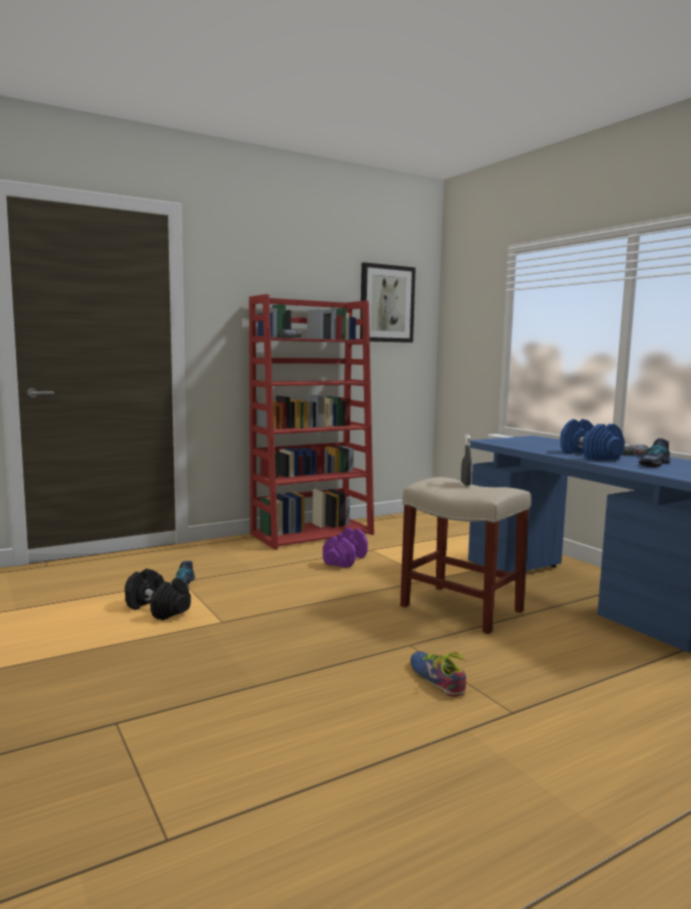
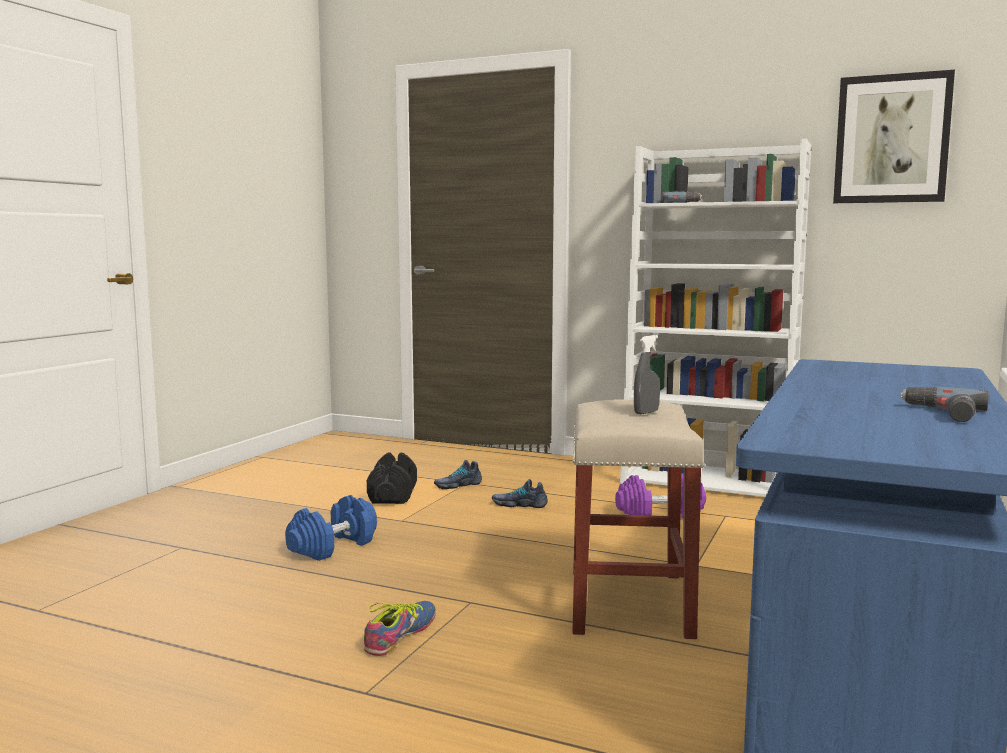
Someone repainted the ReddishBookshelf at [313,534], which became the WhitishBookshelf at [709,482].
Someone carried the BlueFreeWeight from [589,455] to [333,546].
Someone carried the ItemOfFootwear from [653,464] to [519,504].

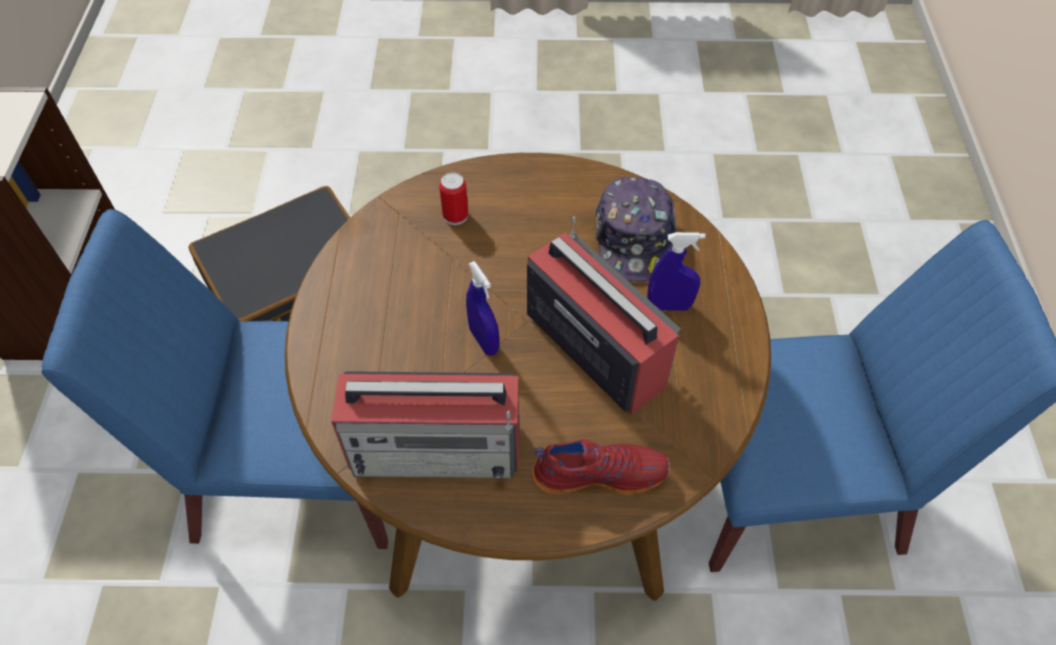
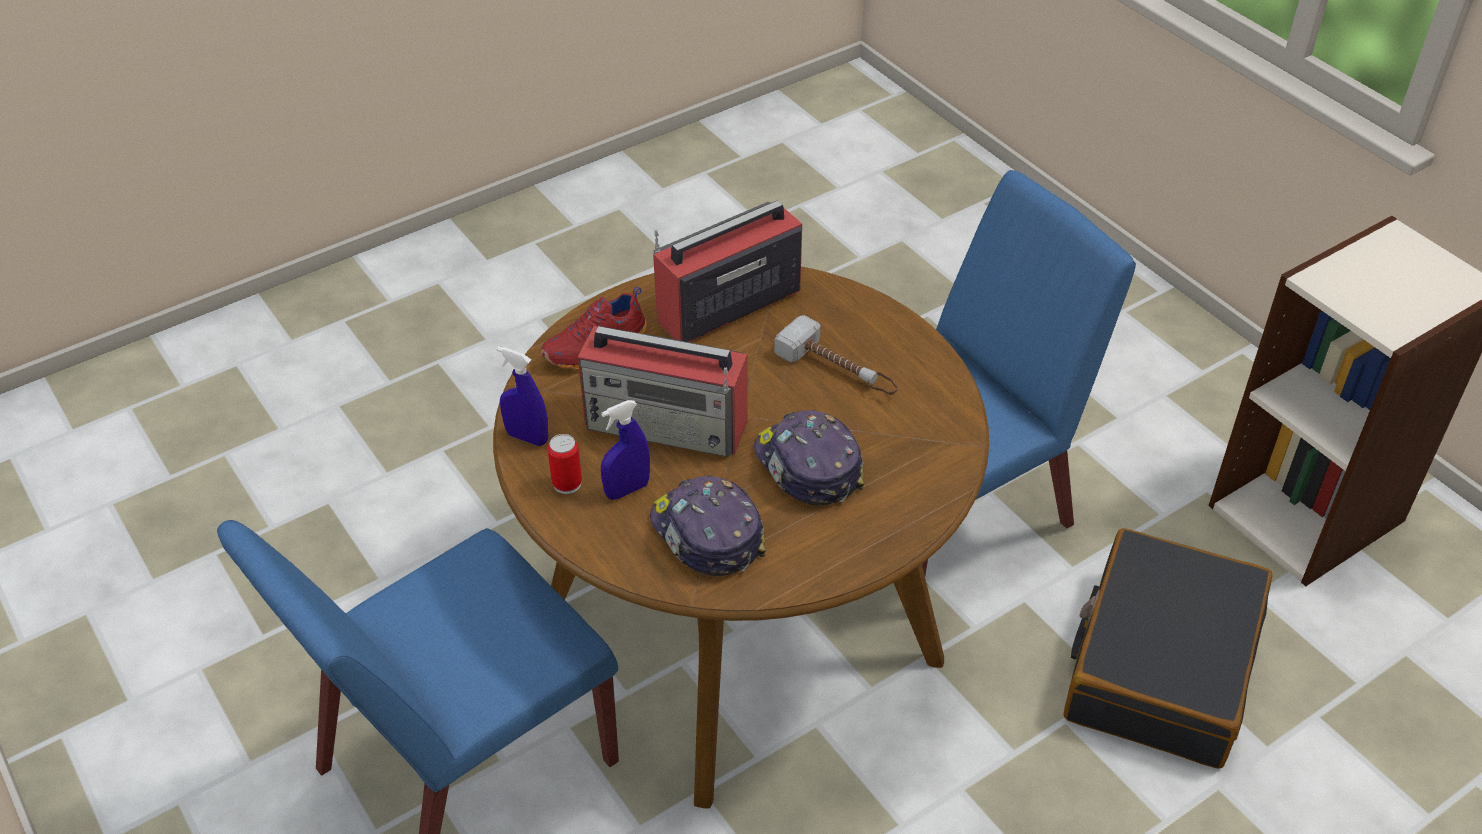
Someone carried the SealedCan from [455,216] to [567,483].
Someone carried the BlueHandSprayer from [484,340] to [527,437].
Someone put down the HandHammer at [839,370].
Someone put down the BaseballCap at [807,467].

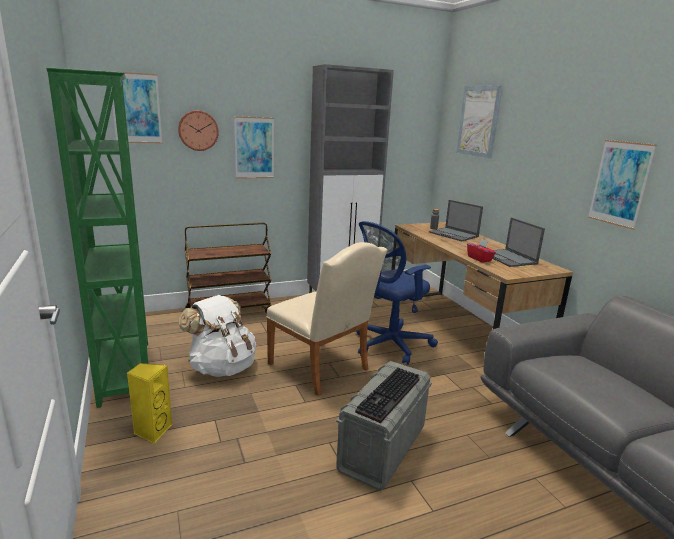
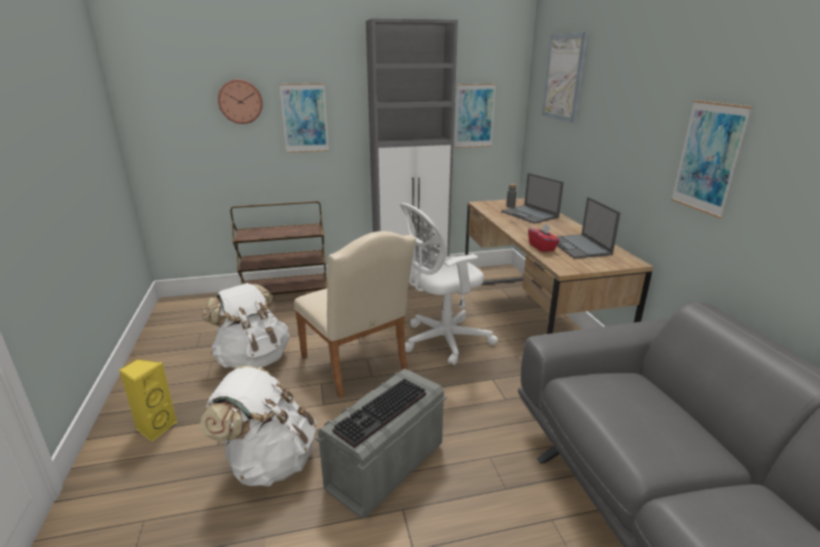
Someone took away the GreenishBookshelf at [126,371].
Someone carried the WallPicture from [136,108] to [474,116].
Someone repainted the BlueOfficeChair at [389,345], which became the WhitishOfficeChair at [442,341].
Someone put down the WhitishKnapsack at [269,461].

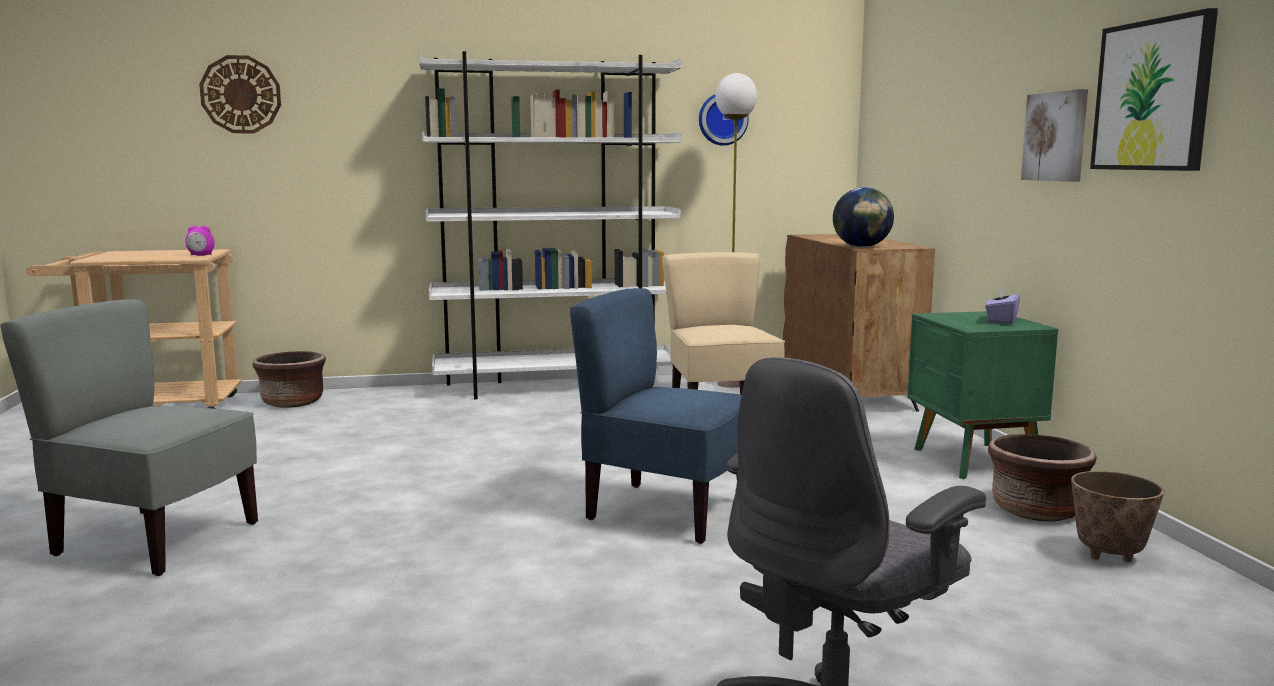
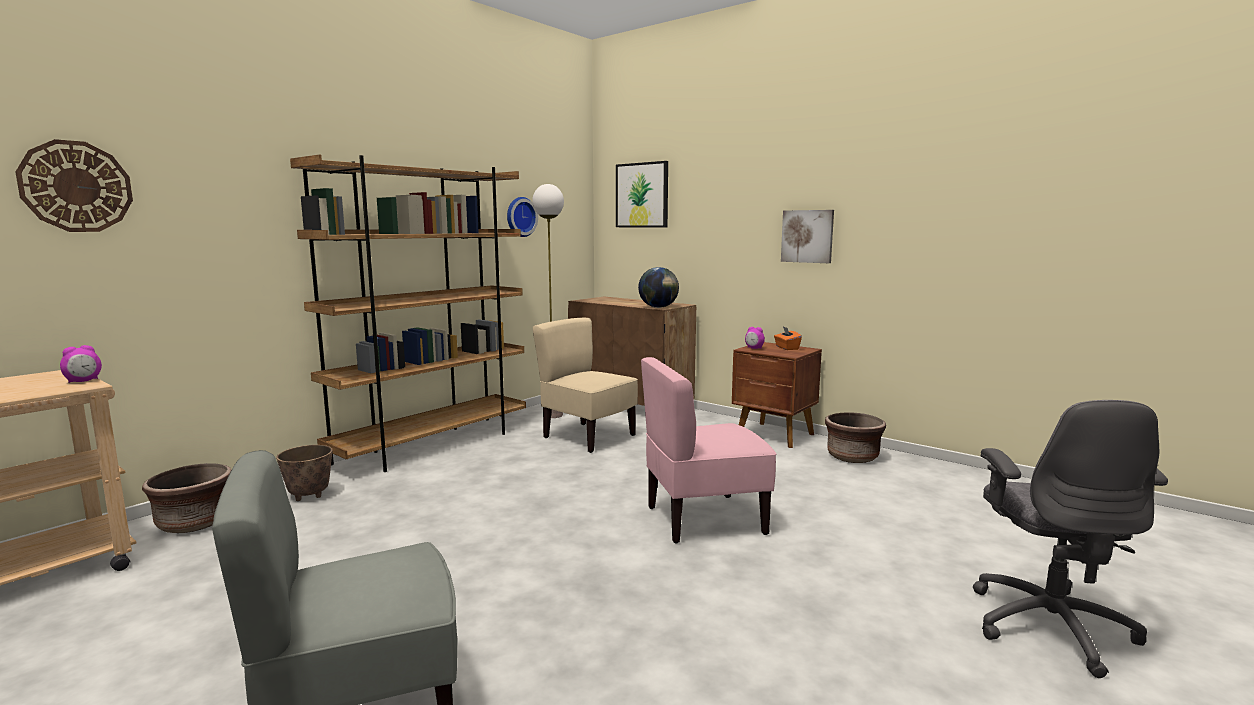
Someone carried the WallPicture from [1152,95] to [642,195].
Someone repainted the WhitishBookshelf at [556,387], which became the BrownishBookshelf at [433,445].
Someone repainted the PurpleBoxOfTissues at [1001,321], which became the OrangeColouredBoxOfTissues at [786,348].
Someone repainted the BluePlainChair at [666,511], which became the PinkColouredPlainChair at [704,519].
Someone repainted the GreenishBedsideTable at [974,461], which became the BrownishBedsideTable at [775,435].
Someone carried the PlantPot from [1109,556] to [309,496].
Someone put down the AlarmClock at [754,348].

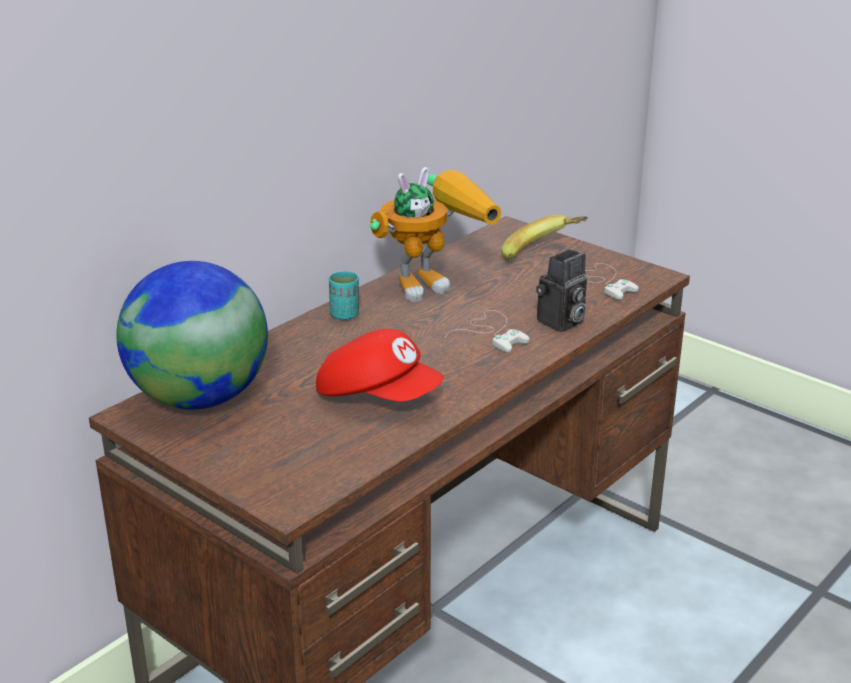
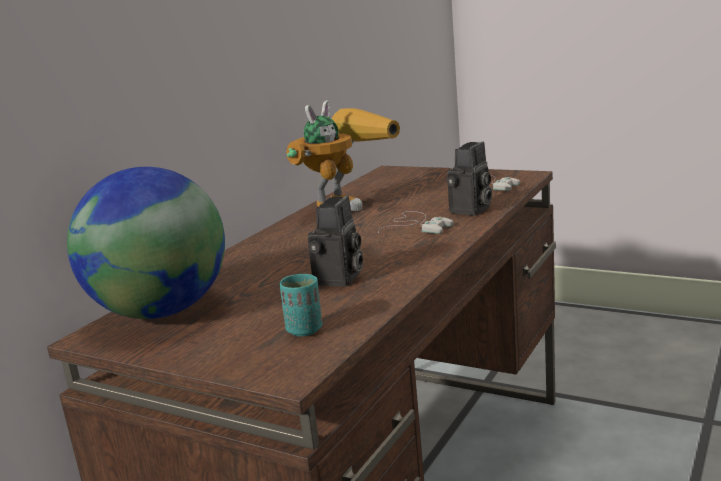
Someone took away the Banana at [543,255].
Someone carried the TurquoiseDrinkingCup from [344,315] to [304,330].
Someone swapped the ReddishBaseballCap at [378,396] for the StillCamera at [339,280].

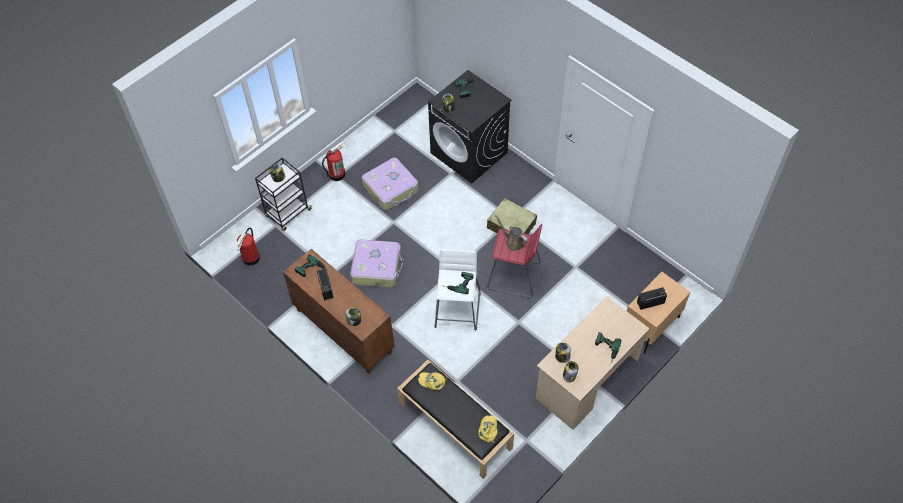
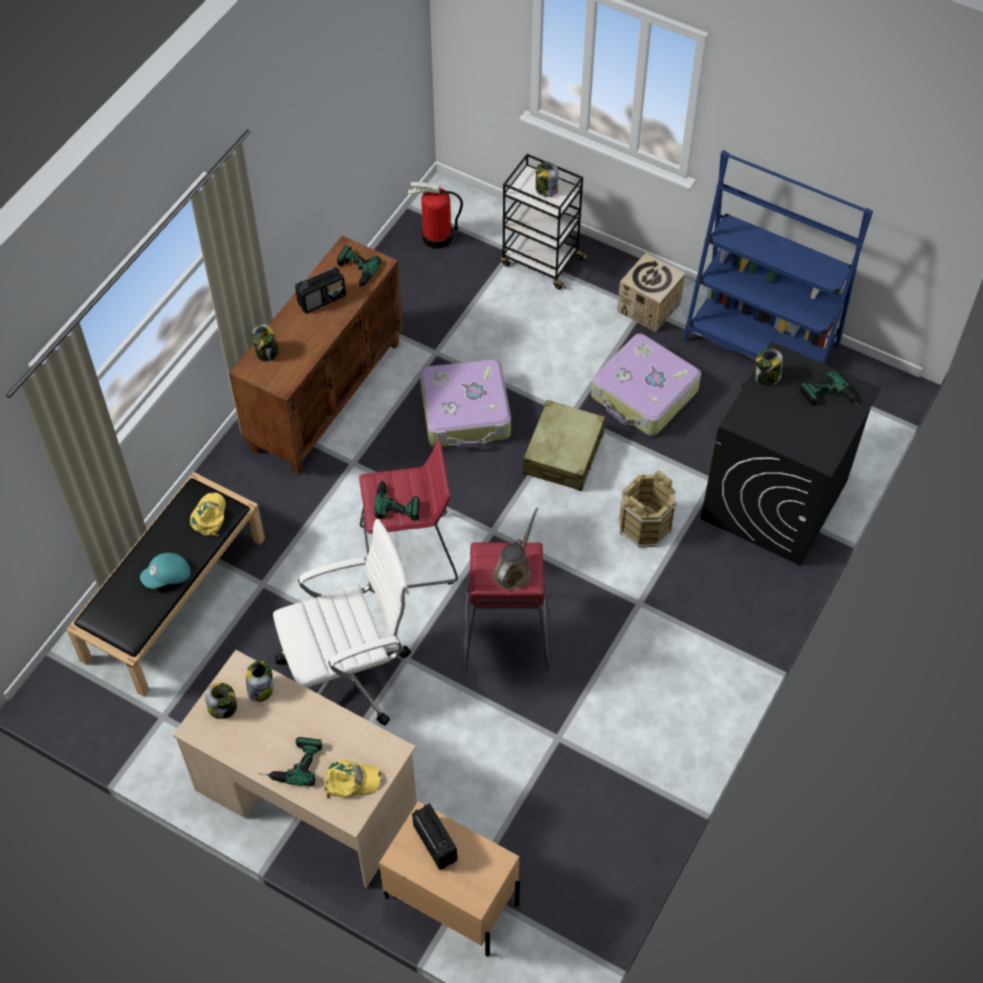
Someone swapped the Extinguisher at [337,174] for the PackingBox at [649,307].
Someone carried the SandColouredSuitcase from [511,226] to [563,454].
Someone repainted the WhitishStool at [457,309], which became the ReddishStool at [409,554].
Someone carried the YellowColouredBaseballCap from [488,429] to [351,781].
Someone put down the BlueBookshelf at [761,343].
Someone put down the BrownishBucket at [645,526].
Someone put down the WhitishOfficeChair at [349,674].
Someone put down the TurquoiseBaseballCap at [167,577].

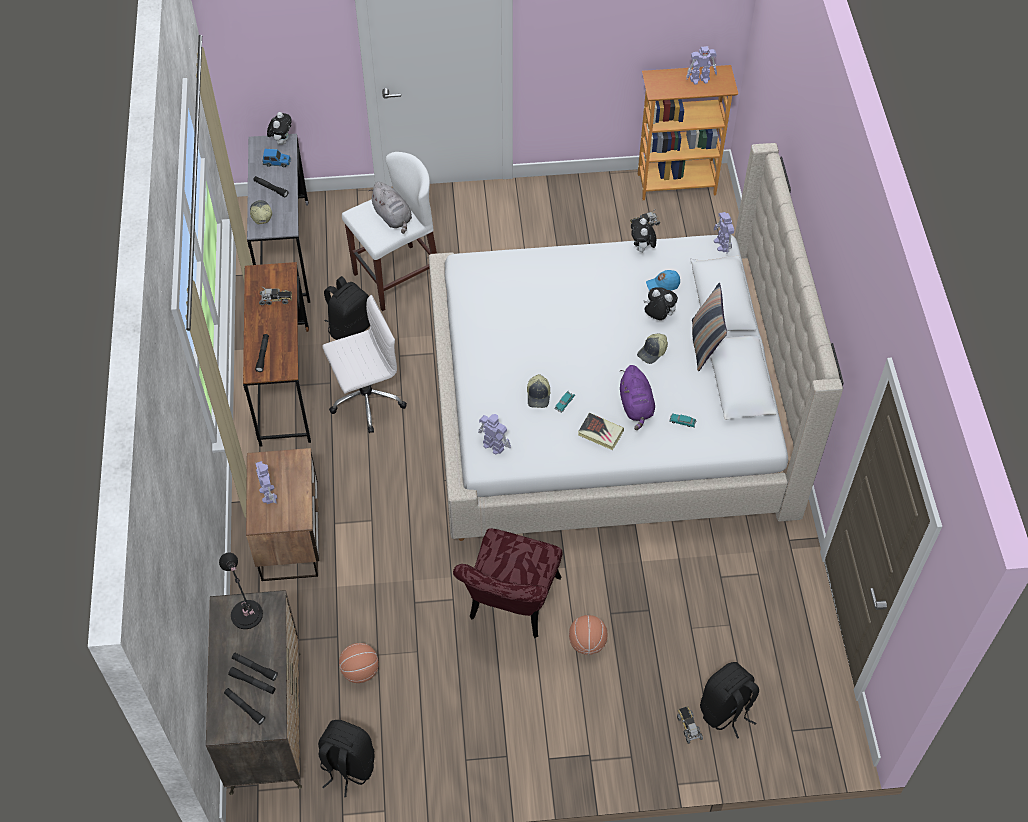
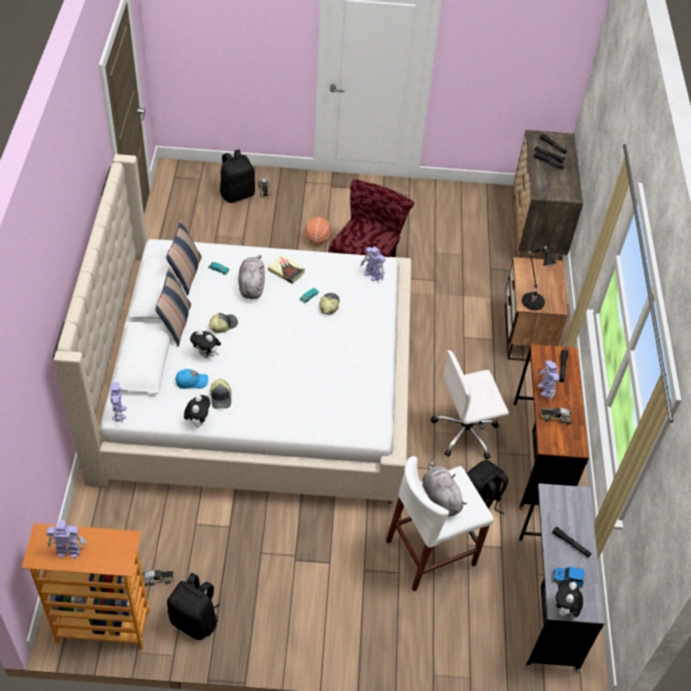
Someone carried the BaseballCap from [260,214] to [221,398].
Someone repainted the PurplePlushToy at [636,406], which became the GreyishPlushToy at [251,286].
Someone carried the ToyRobot from [268,493] to [545,390].
Someone carried the BlackishTabletopLamp from [247,617] to [532,300].
Someone took away the BasketballBall at [360,671].
Someone carried the BlackishKnapsack from [347,766] to [195,620].
Someone put down the ThrowPillow at [186,275].

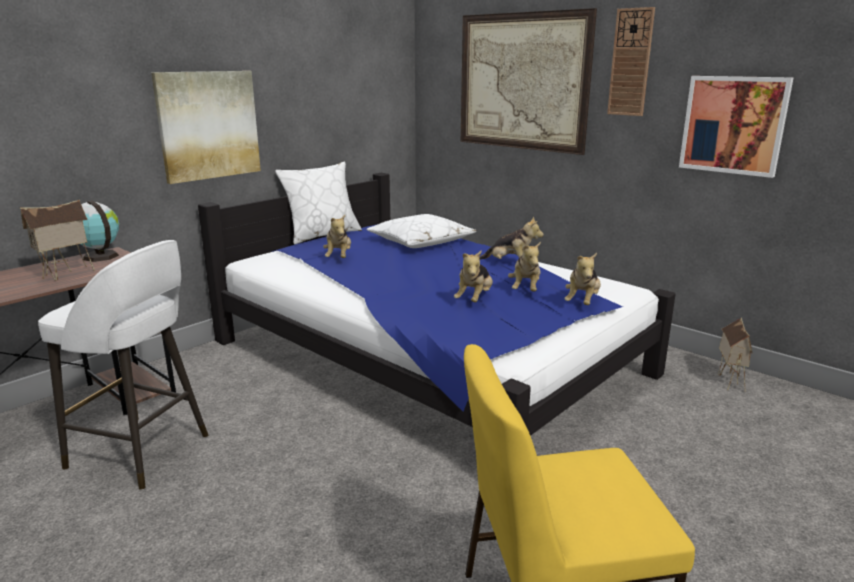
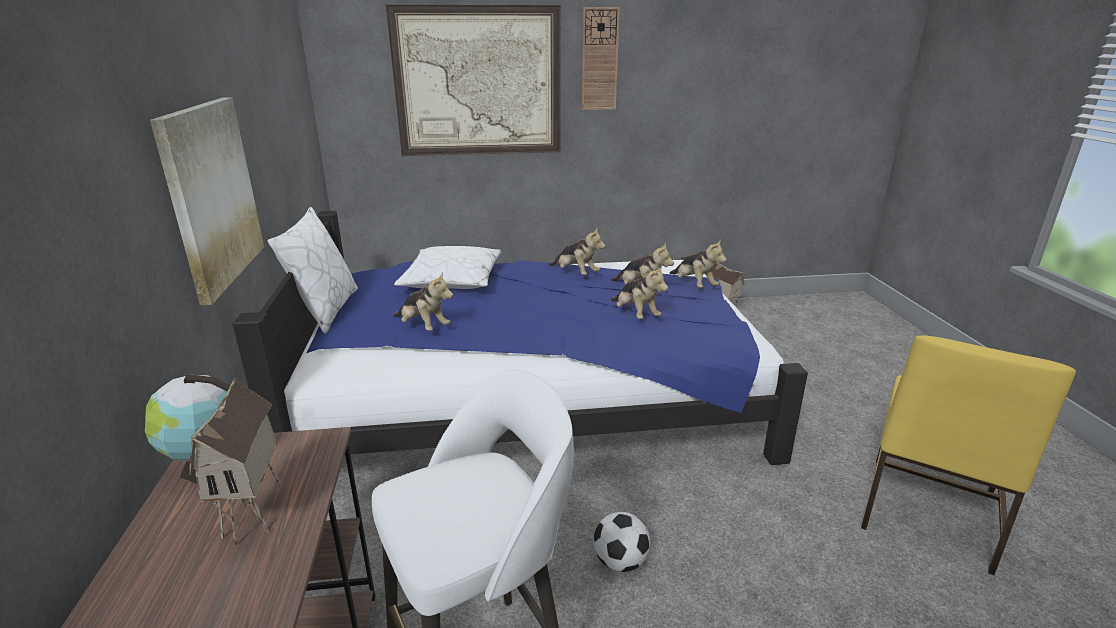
Someone took away the WallPicture at [733,125].
Someone rotated the PlushToy at [510,264] by 60 degrees clockwise.
Someone put down the BallForFootball at [620,562].

